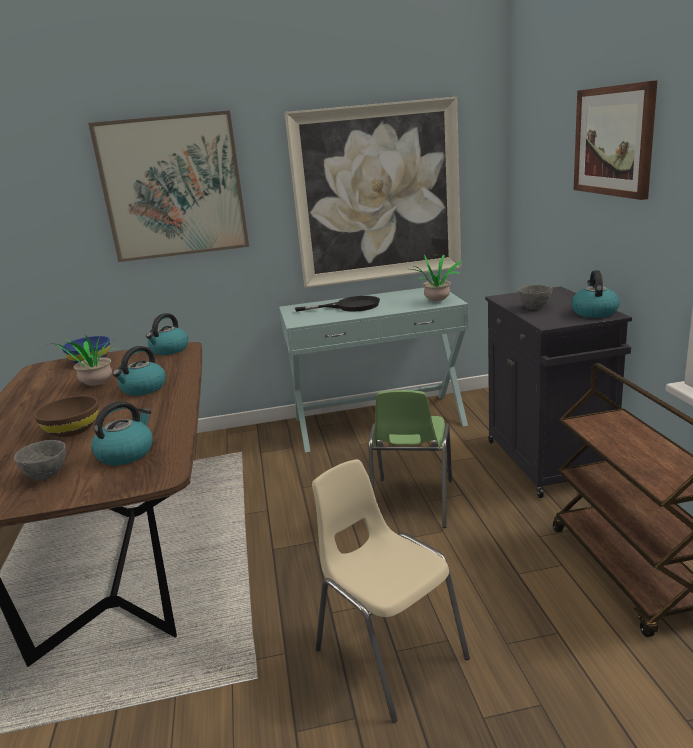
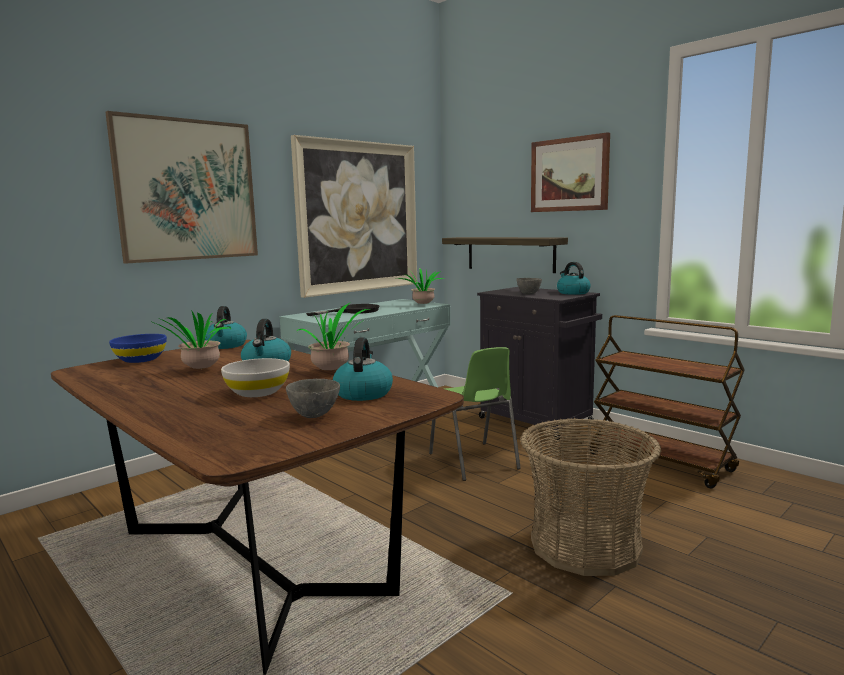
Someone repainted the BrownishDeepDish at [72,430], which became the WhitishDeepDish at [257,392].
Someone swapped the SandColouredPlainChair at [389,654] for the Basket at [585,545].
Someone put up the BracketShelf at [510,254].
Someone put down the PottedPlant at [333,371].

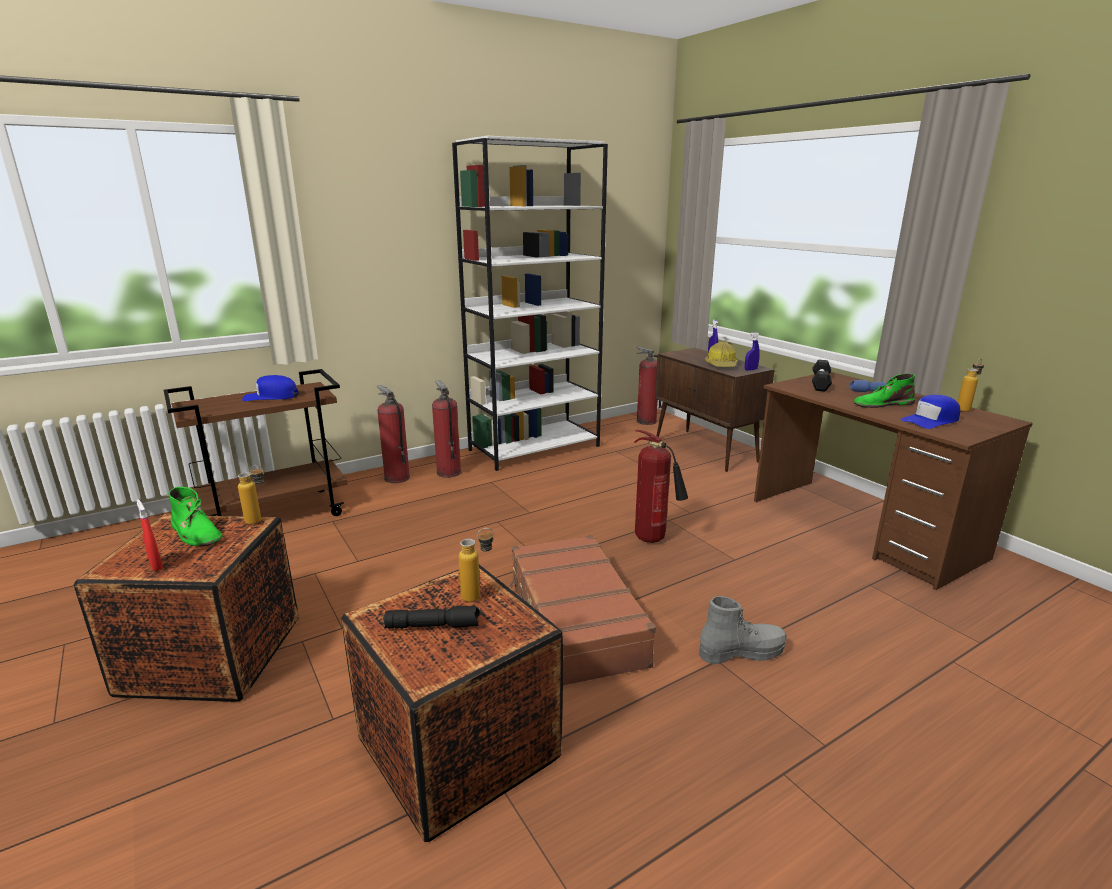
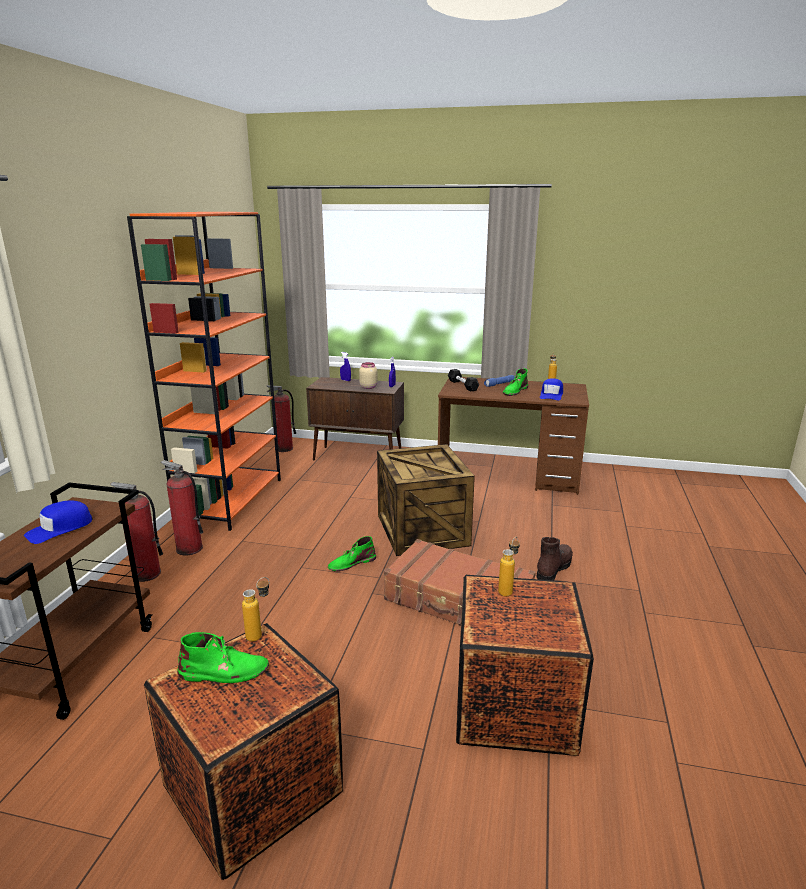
Someone repainted the WhitishBookshelf at [535,448], which became the OrangeColouredBookshelf at [230,500].
Someone swapped the SafetyHelmet at [721,365] for the SandColouredPreserveJar at [368,387].
Someone swapped the Extinguisher at [654,539] for the PackingCrate at [421,530].
Someone took away the ReddishHandSprayer at [156,565].
Someone repainted the GreyishHighTopBoot at [741,652], which became the BrownishHighTopBoot at [553,569].
Someone took away the BlackishHandTorch at [433,625].
Someone put down the GreenishHighTopBoot at [351,563].

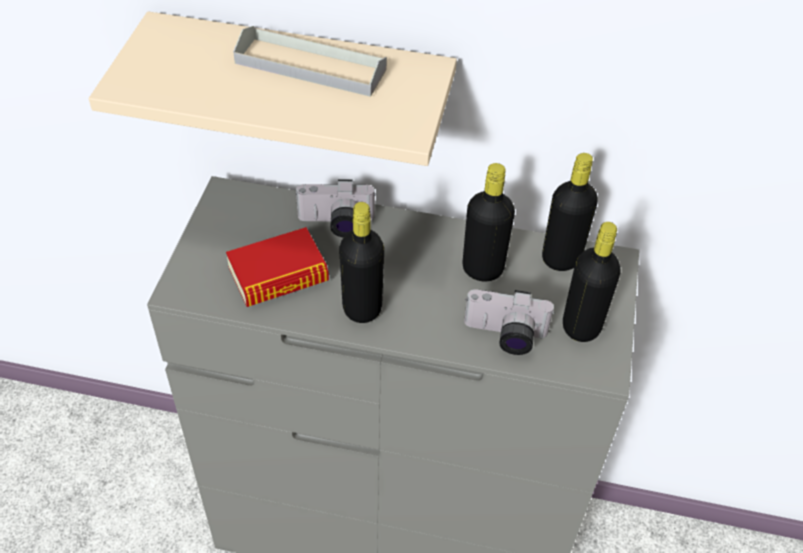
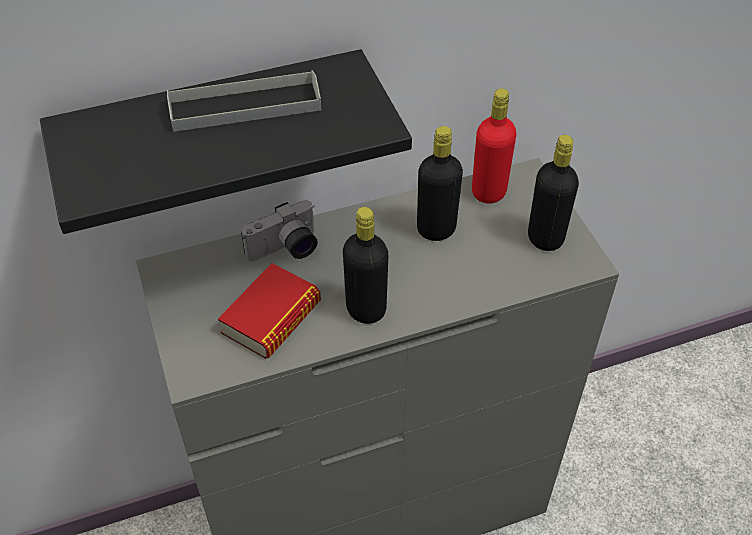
Someone repainted the SandColouredBracketShelf at [302,81], which became the BlackishBracketShelf at [214,128].
Someone repainted the BlackishBeverageBottle at [561,258], which became the ReddishBeverageBottle at [488,192].
Someone took away the StillCamera at [504,336].

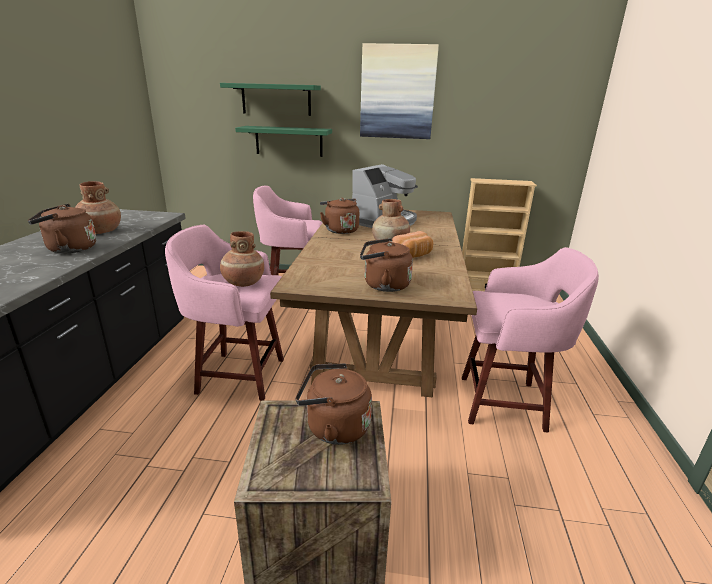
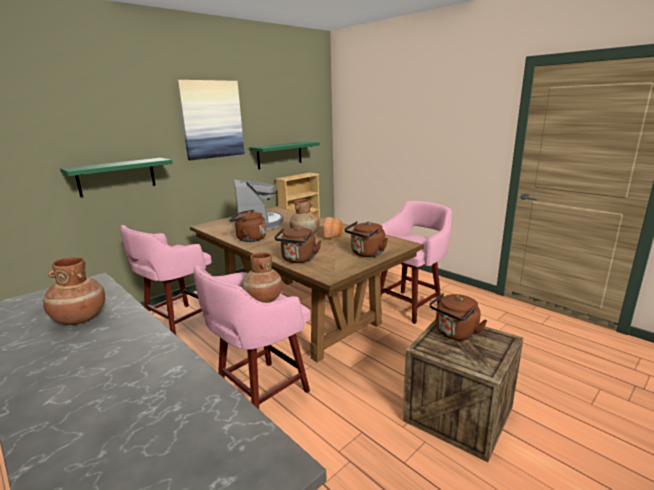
Someone carried the GreenishBracketShelf from [276,99] to [279,154].
Someone carried the BrownishTeaKettle from [68,249] to [298,260].

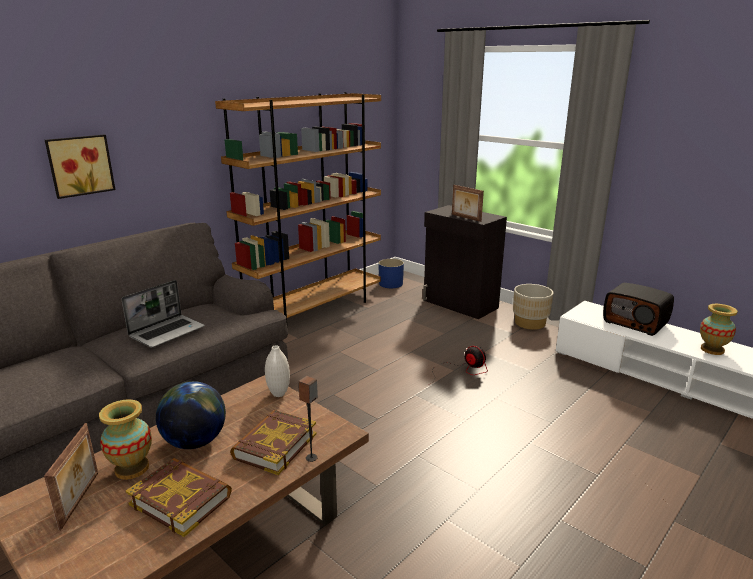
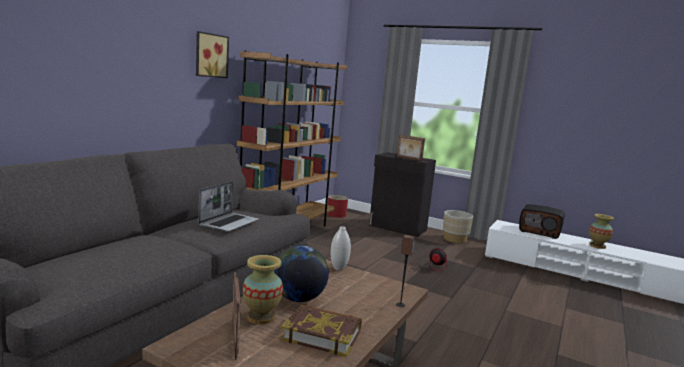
Someone carried the WallPicture from [80,165] to [210,55].
Someone repainted the BluePlantPot at [391,284], which became the ReddishPlantPot at [336,215].
Someone took away the BoundBook at [274,446].

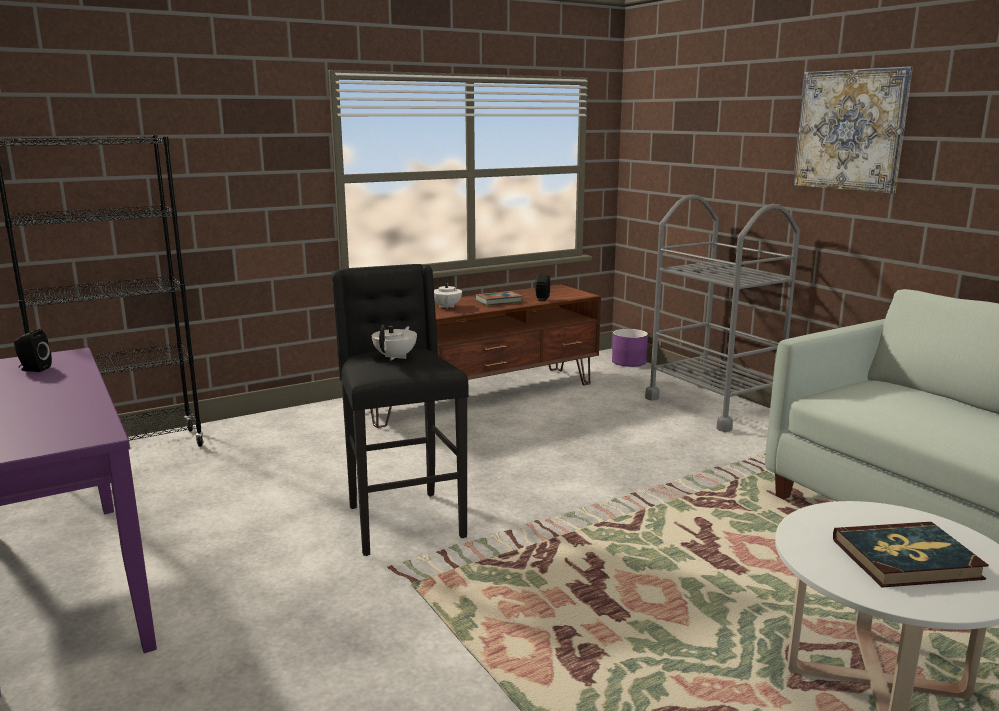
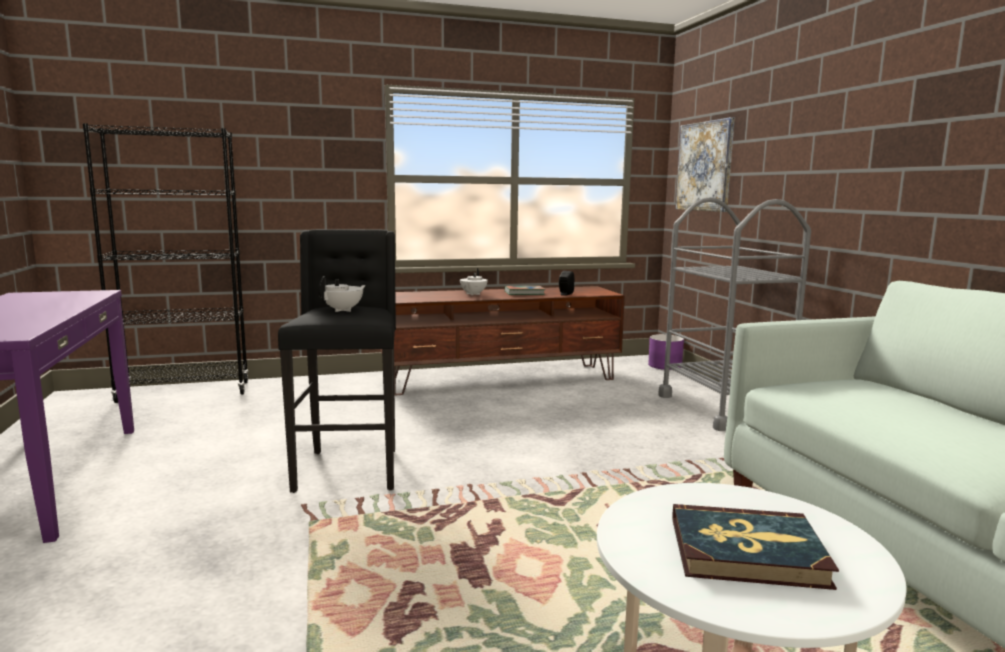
Someone carried the WallPicture from [850,130] to [705,166].
Someone took away the BlackishSpeaker at [33,369].

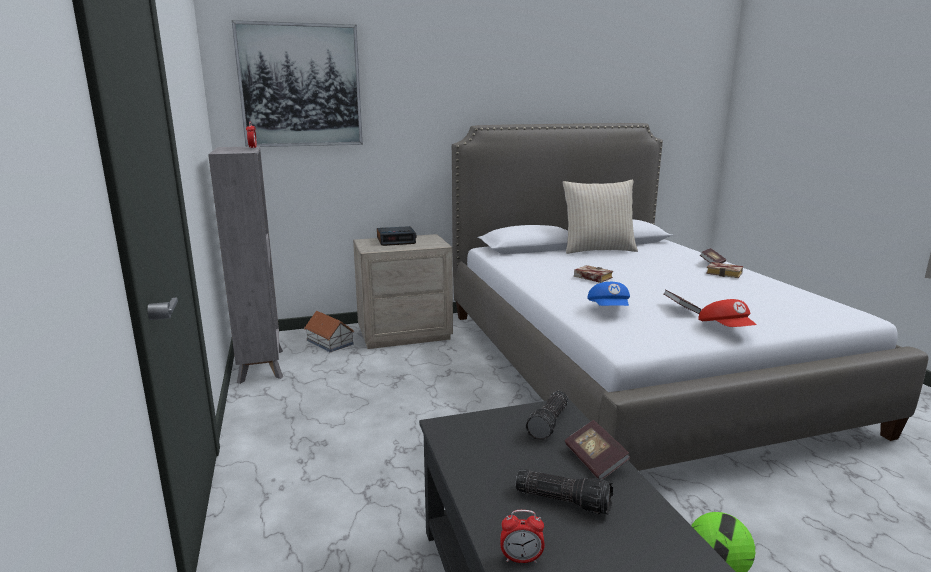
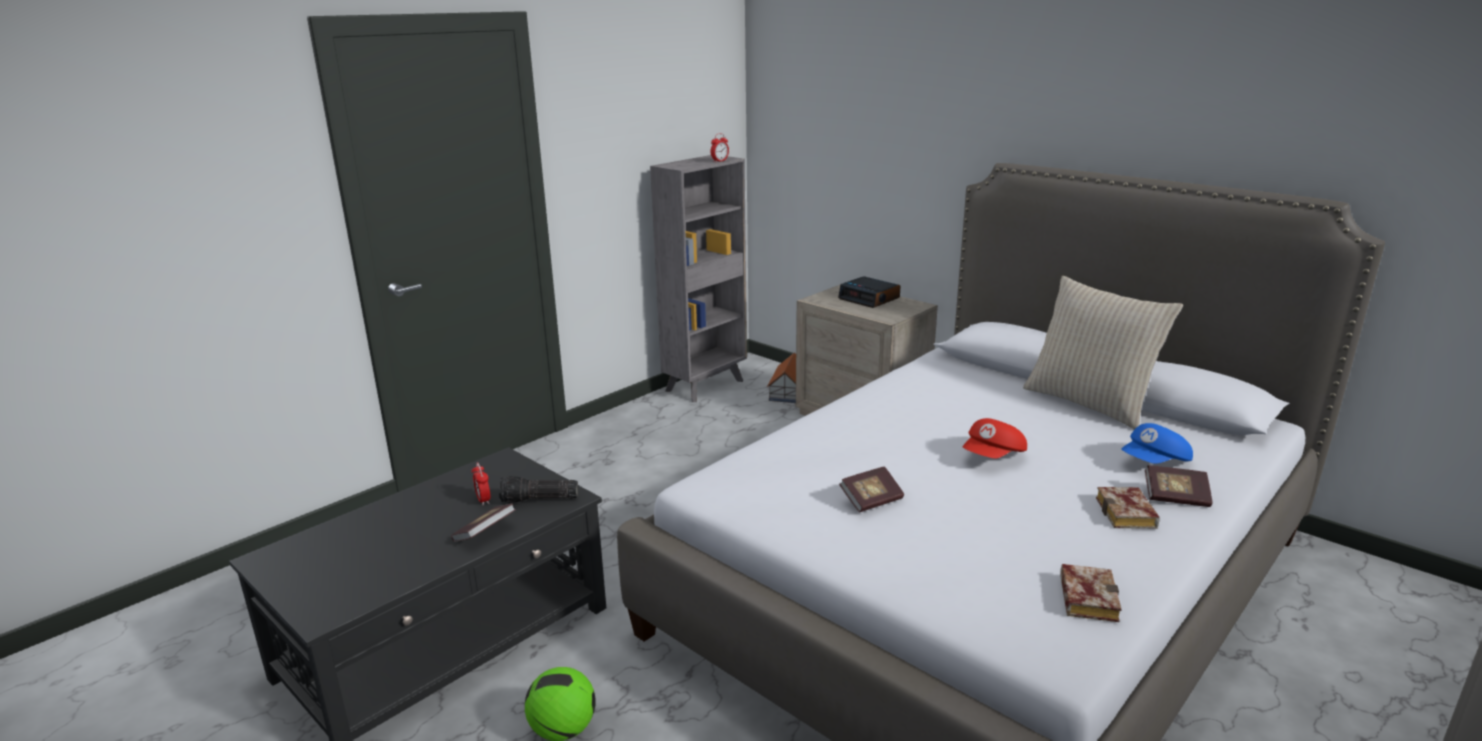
Someone took away the WallPicture at [300,86].
Someone carried the BoundBook from [591,277] to [1085,597].
Someone carried the BlueBaseballCap from [609,309] to [1155,463].
Someone carried the ReddishBaseballCap from [726,329] to [993,456].
Someone took away the HandTorch at [564,500].
Someone carried the AlarmClock from [521,559] to [483,500].

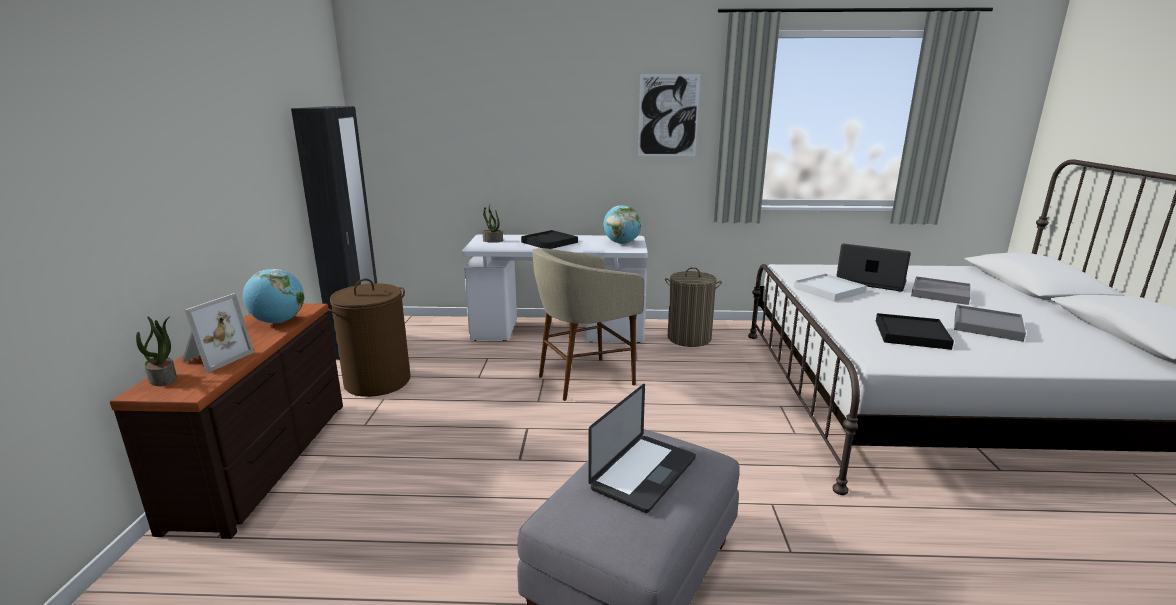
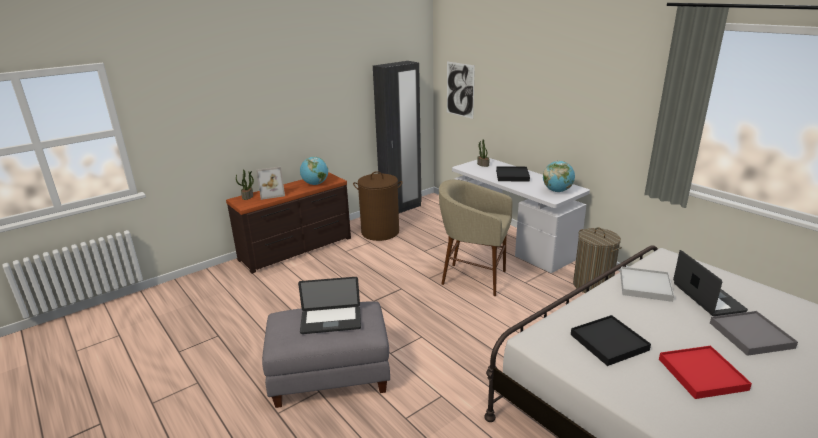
Someone carried the WallPicture from [668,115] to [460,90].
Someone repainted the GreyishTray at [987,326], which became the ReddishTray at [702,374].

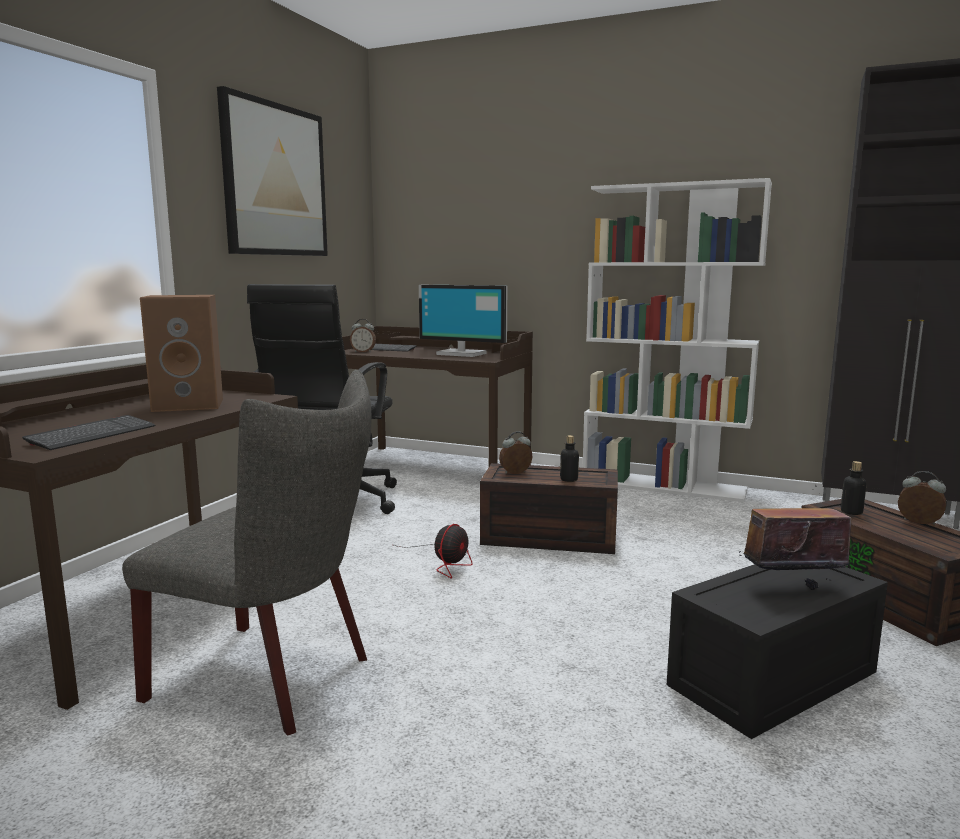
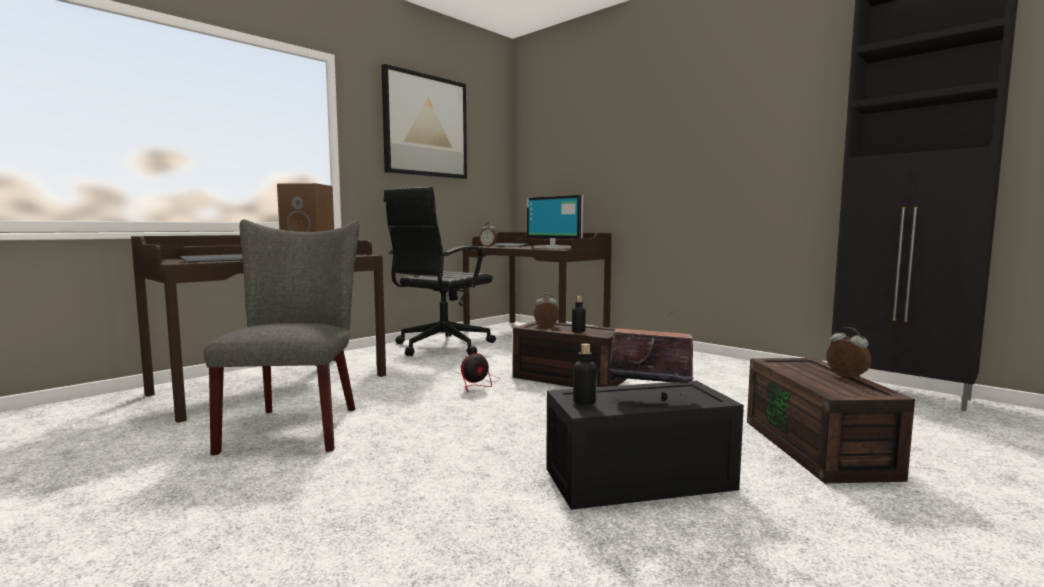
Someone took away the WhitishBookshelf at [664,485].
Someone rotated the GreyishPlainChair at [273,678] by 135 degrees counterclockwise.
Someone carried the BeverageBottle from [851,512] to [584,402].

